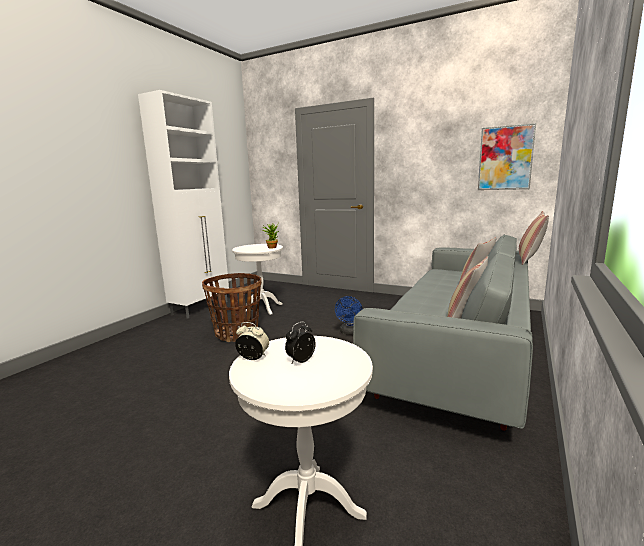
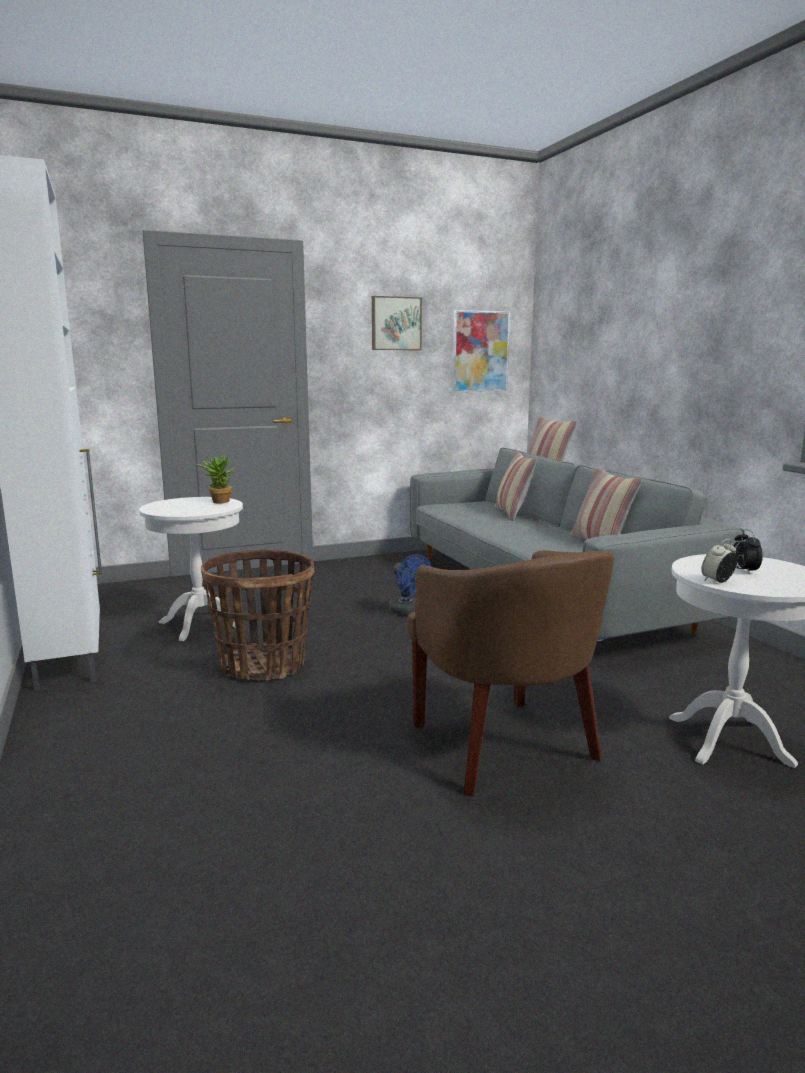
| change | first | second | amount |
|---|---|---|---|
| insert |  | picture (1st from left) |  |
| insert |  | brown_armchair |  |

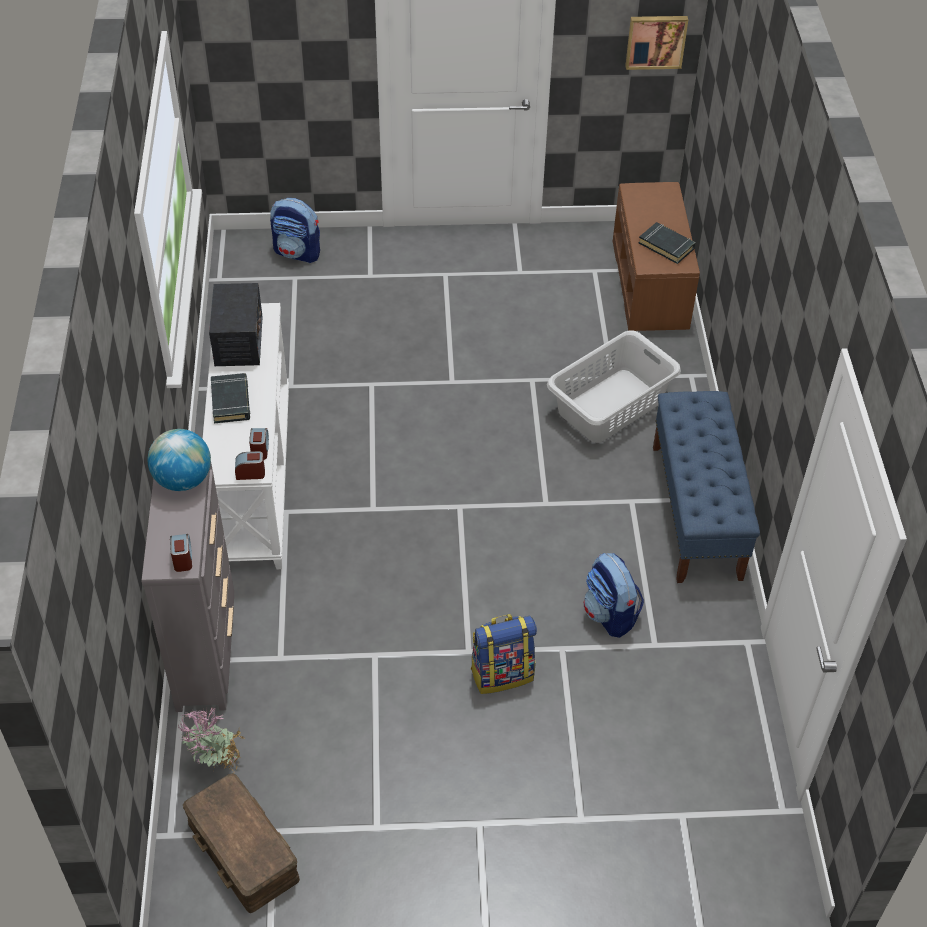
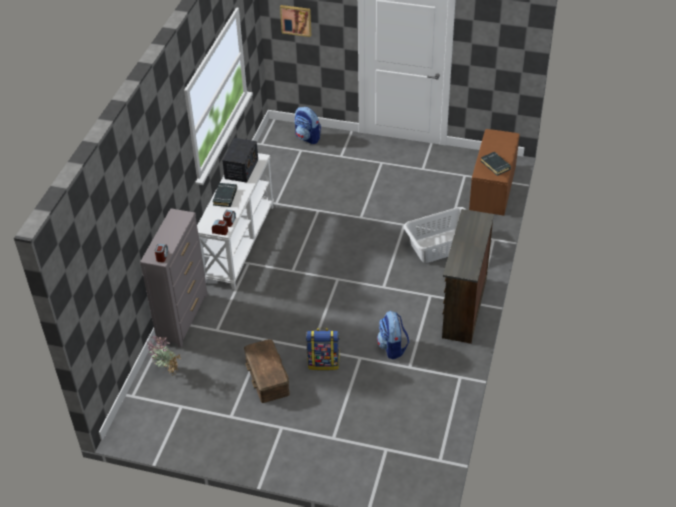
| change | first | second | amount |
|---|---|---|---|
| delete | globe |  |  |
| move | brown_storage_box |  |  |
| move | picture |  |  |
| replace | blue_bench | brown_dresser |  |

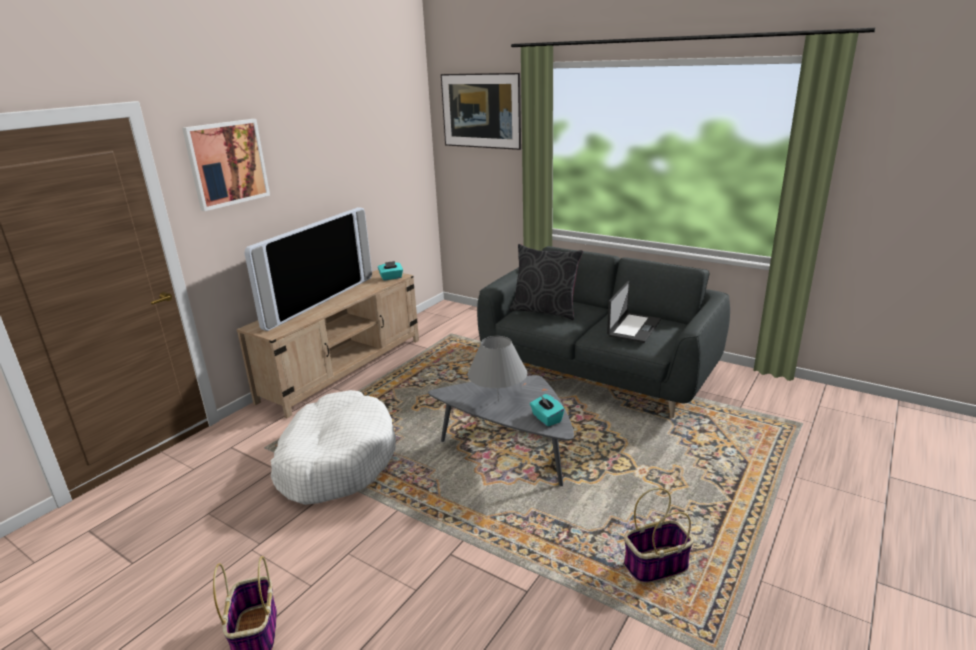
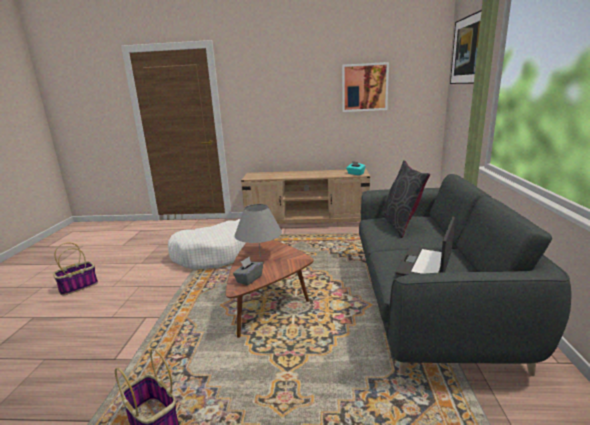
| change | first | second | amount |
|---|---|---|---|
| move | picture (1st from left) |  |  |
| delete | television |  |  |
| recolor | grey_coffee_table | brown_coffee_table |  |
| recolor | turquoise_tissue_box (2nd from left) | grey_tissue_box |  |
| rotate | laptop |  | 120 degrees clockwise |

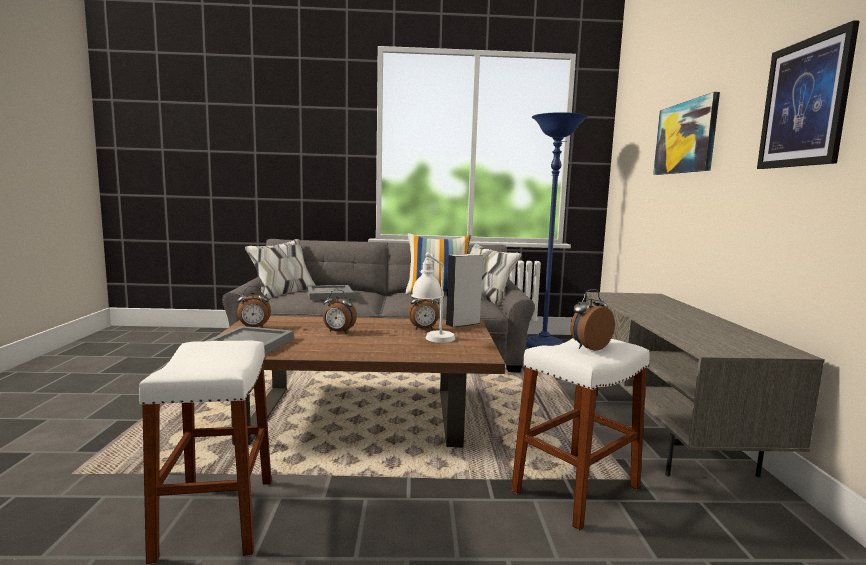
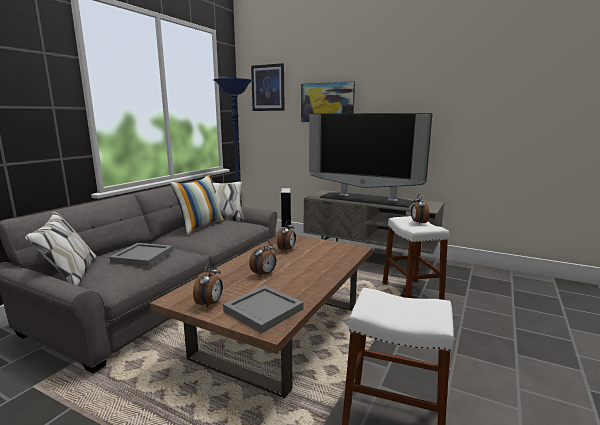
| change | first | second | amount |
|---|---|---|---|
| delete | white_table_lamp |  |  |
| move | picture (2nd from left in the first image) | picture (1st from left) |  |
| insert |  | television |  |

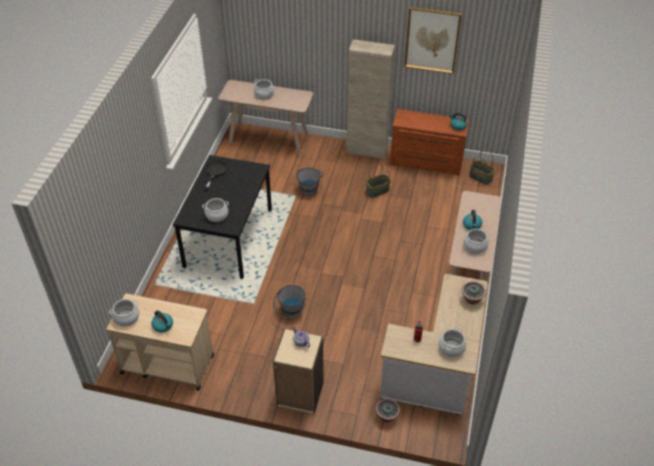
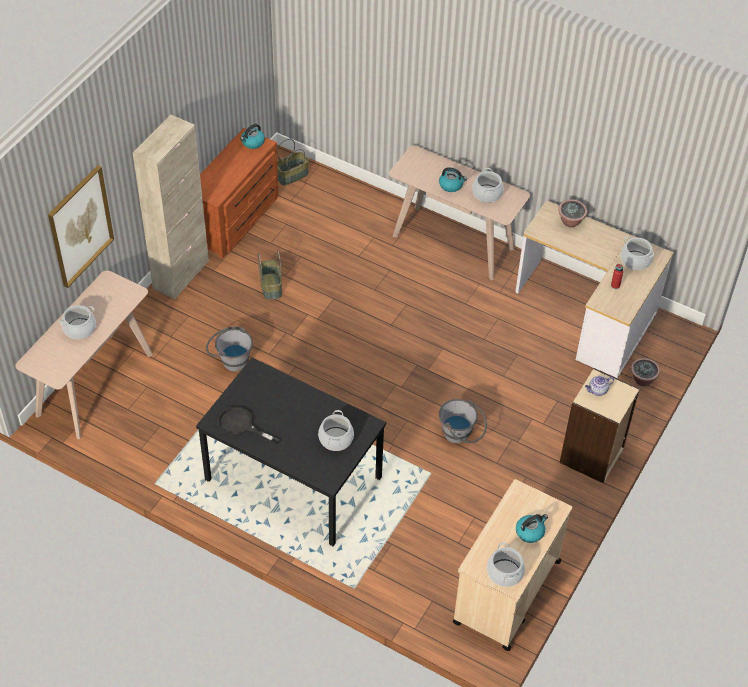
| change | first | second | amount |
|---|---|---|---|
| move | picture |  |  |

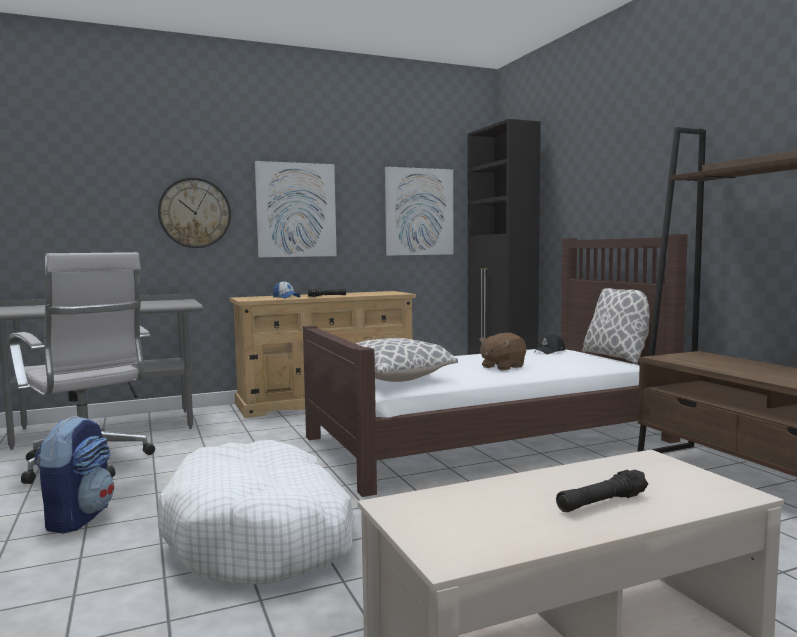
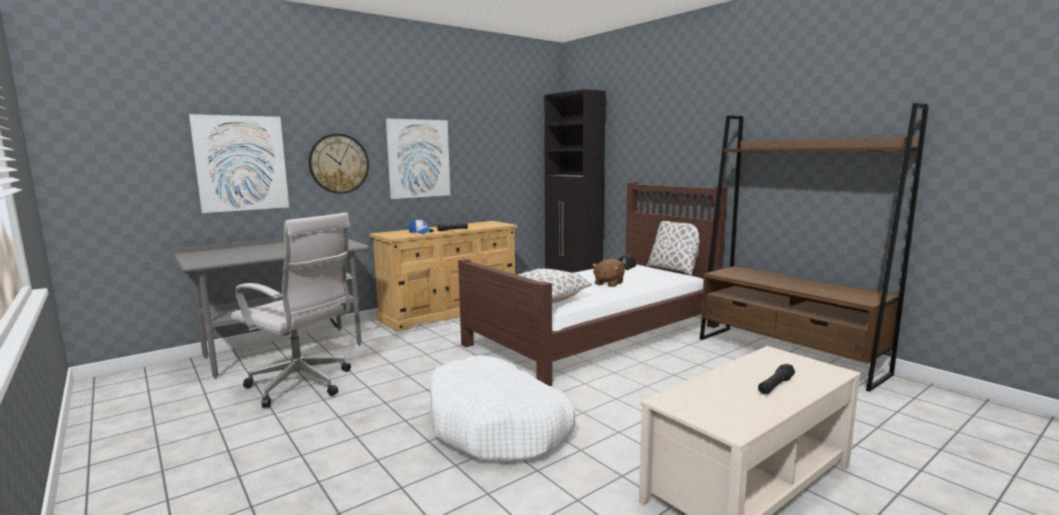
| change | first | second | amount |
|---|---|---|---|
| delete | backpack |  |  |
| move | picture (2nd from left in the first image) | picture (1st from left) |  |

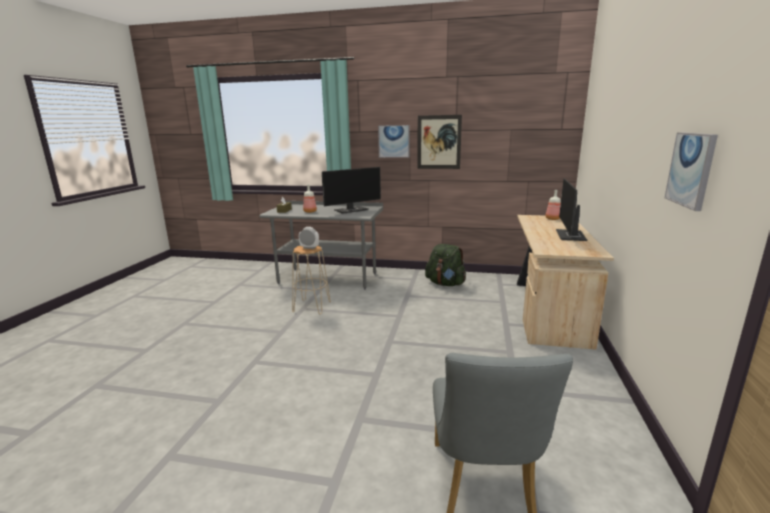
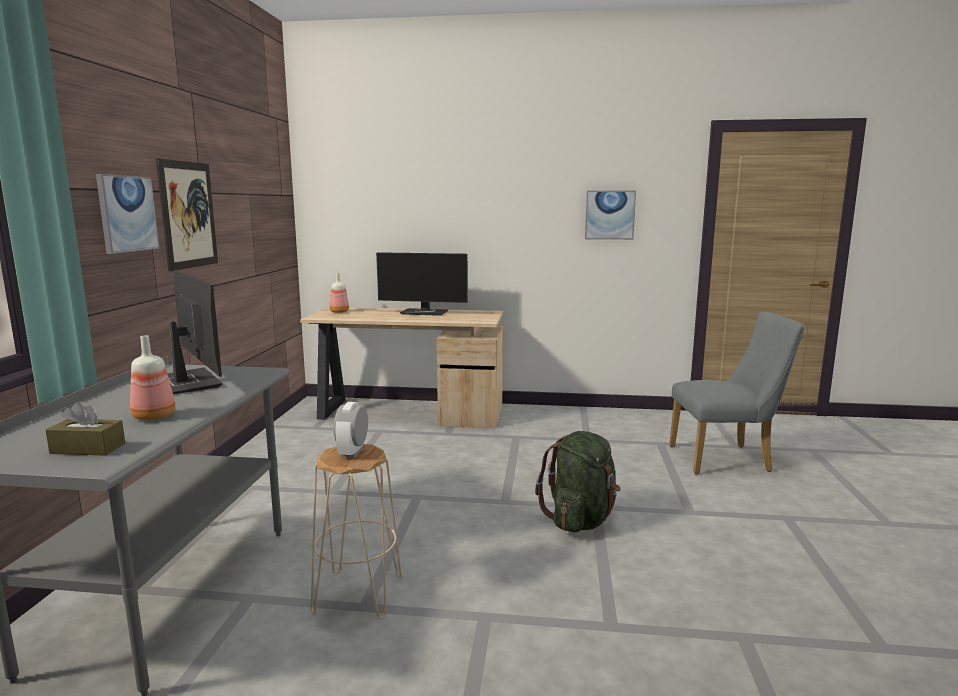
| change | first | second | amount |
|---|---|---|---|
| move | green_backpack |  |  |

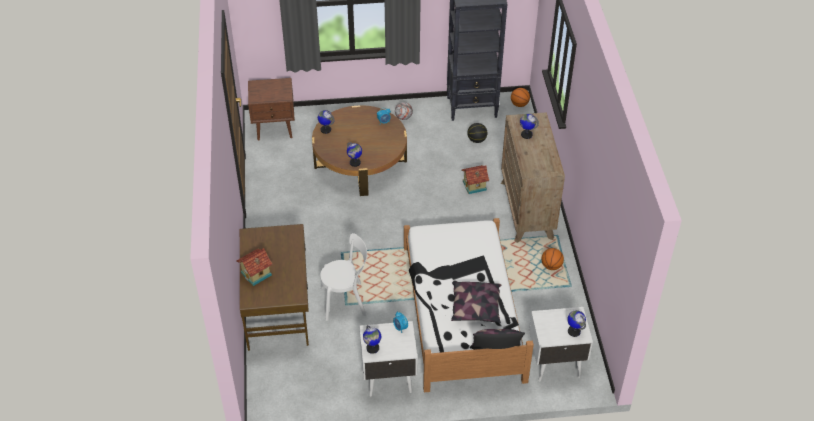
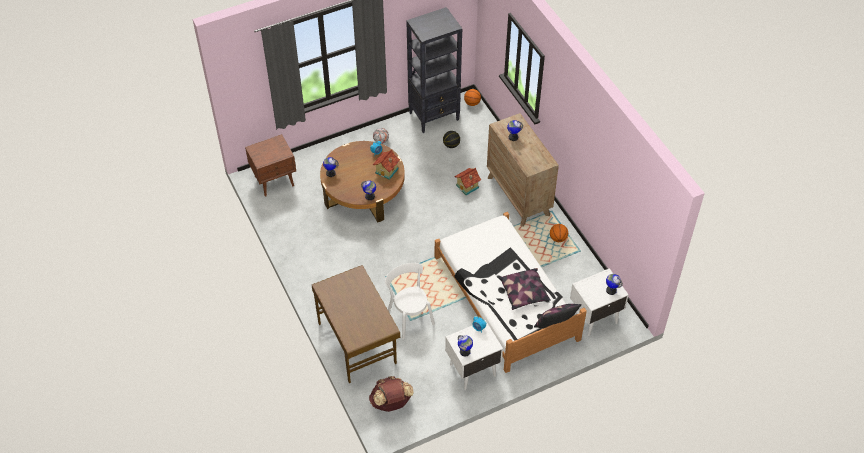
| change | first | second | amount |
|---|---|---|---|
| move | toy_house (1st from left) |  |  |
| rotate | white_chair |  | 90 degrees counterclockwise |
| insert |  | brown_backpack |  |

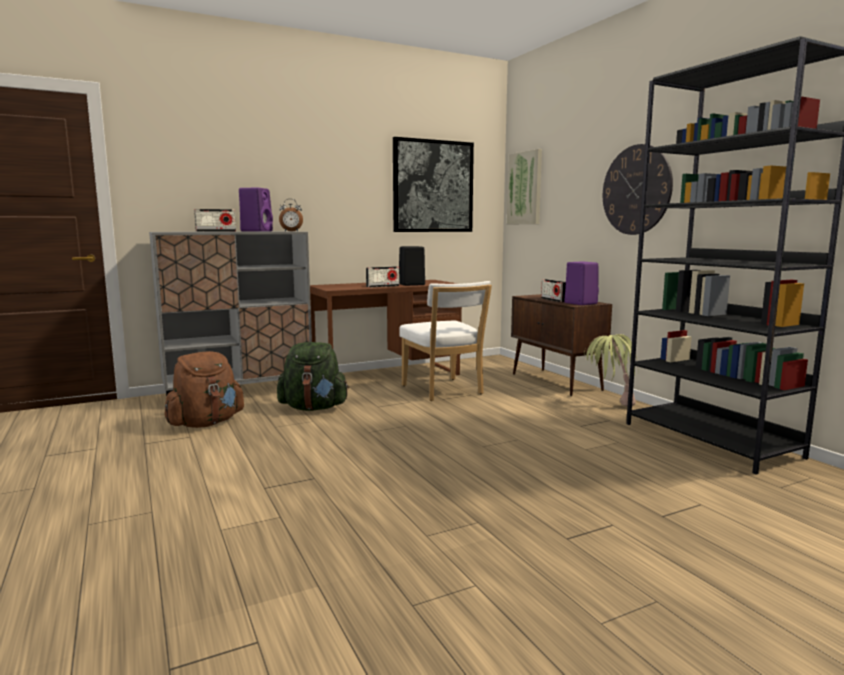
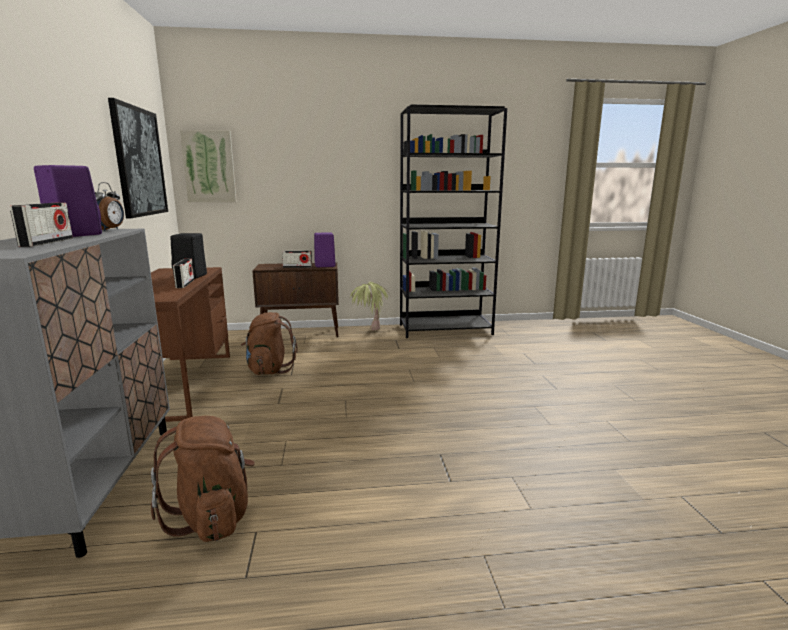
| change | first | second | amount |
|---|---|---|---|
| delete | green_backpack |  |  |
| replace | white_chair | brown_backpack (2nd from left) |  |
| delete | wall_clock |  |  |

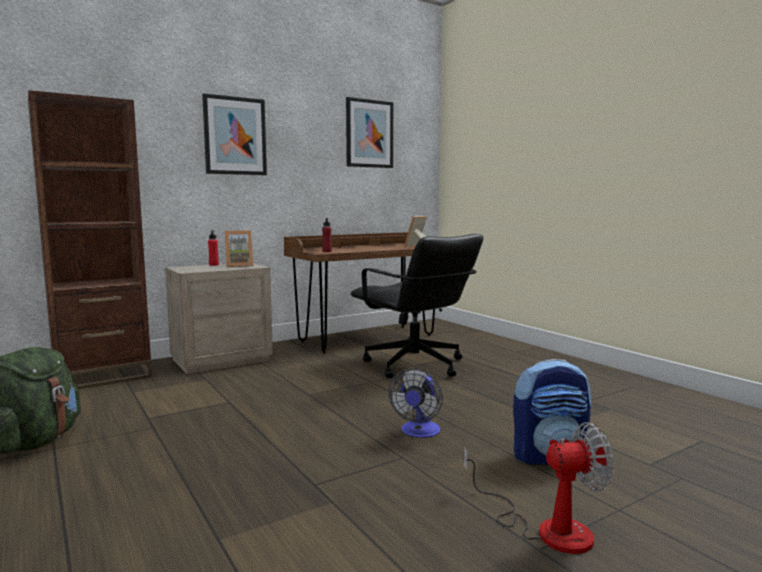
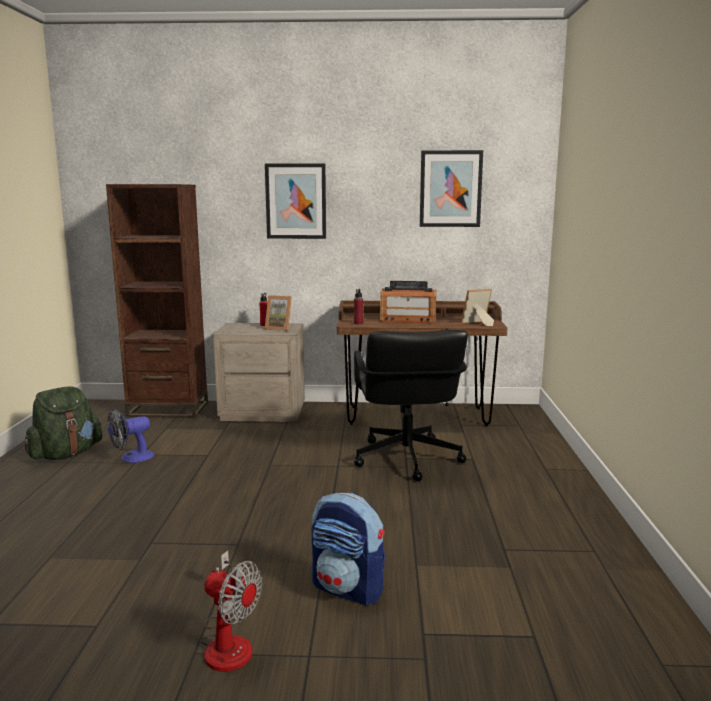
| change | first | second | amount |
|---|---|---|---|
| move | fan (1st from left) |  |  |
| insert |  | radio |  |

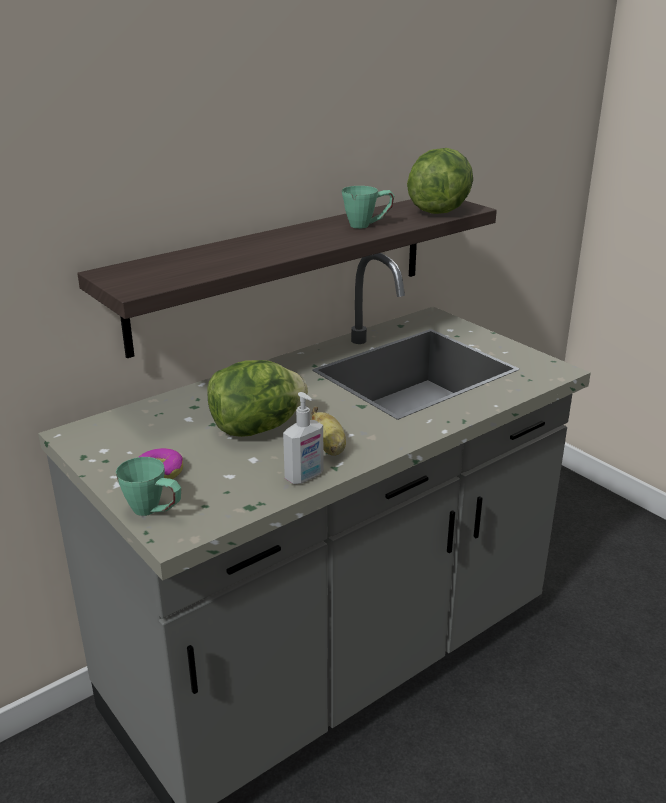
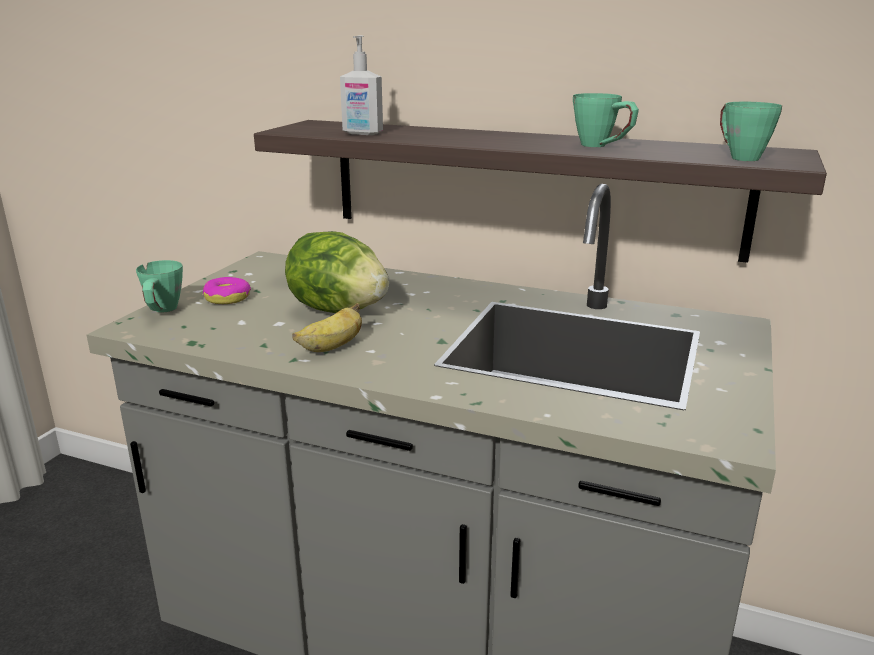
| change | first | second | amount |
|---|---|---|---|
| move | soap_dispenser |  |  |
| replace | lettuce (2nd from left) | green_mug (3rd from left) |  |

